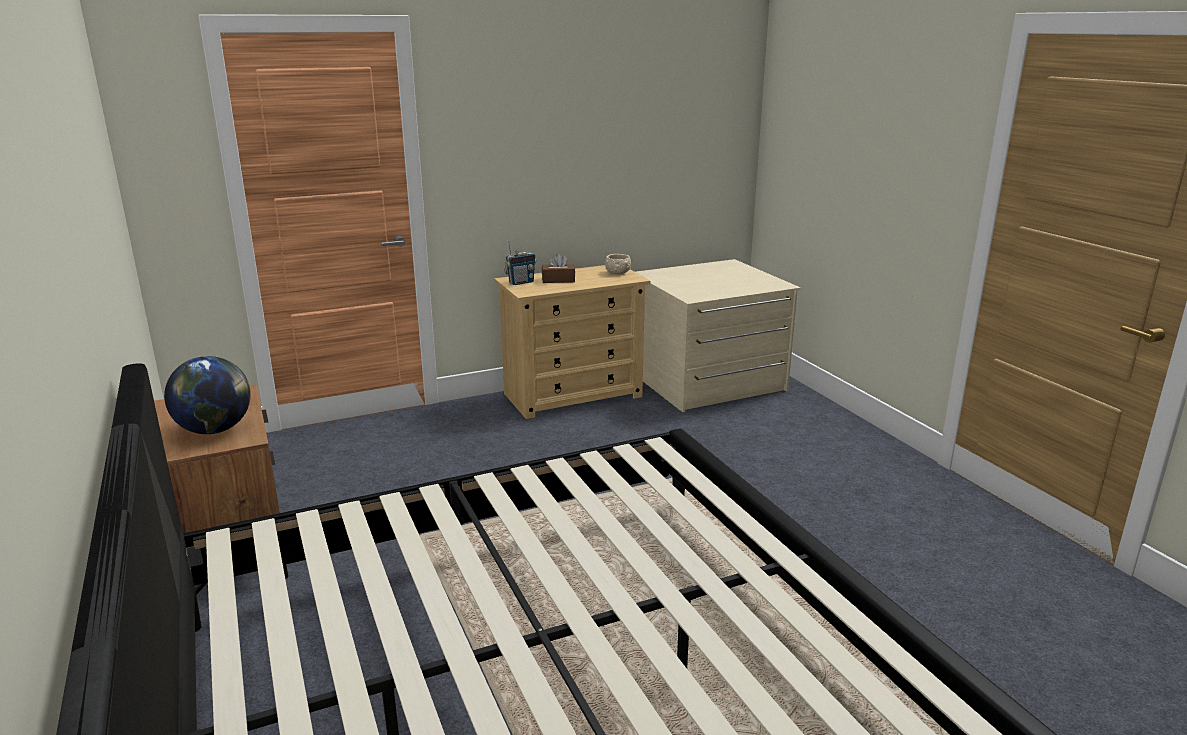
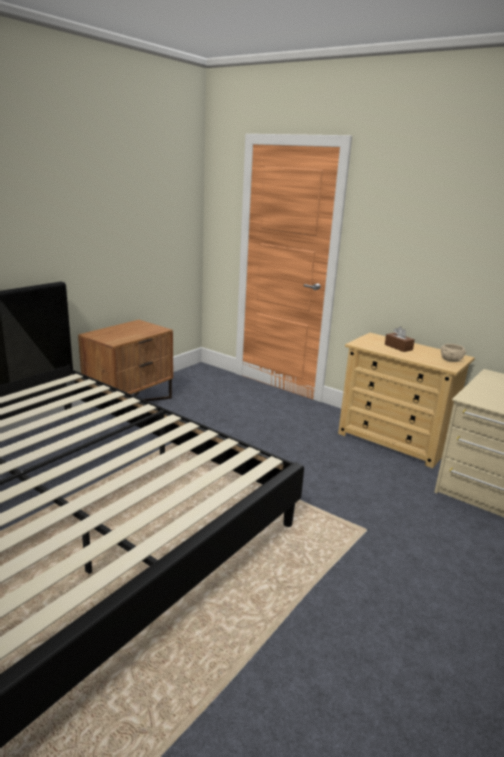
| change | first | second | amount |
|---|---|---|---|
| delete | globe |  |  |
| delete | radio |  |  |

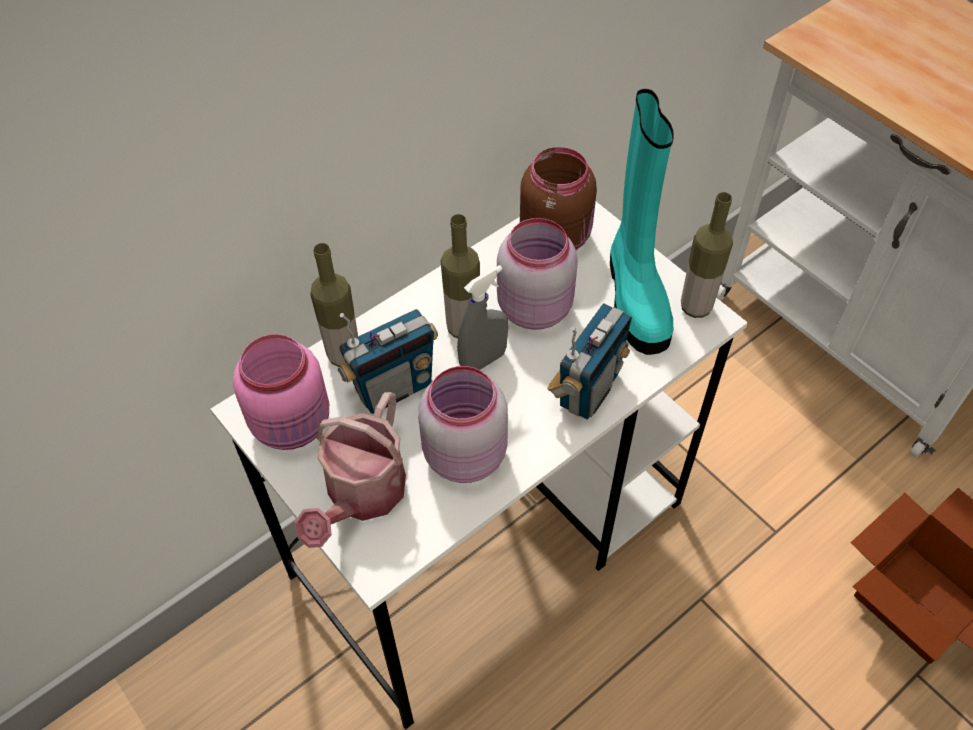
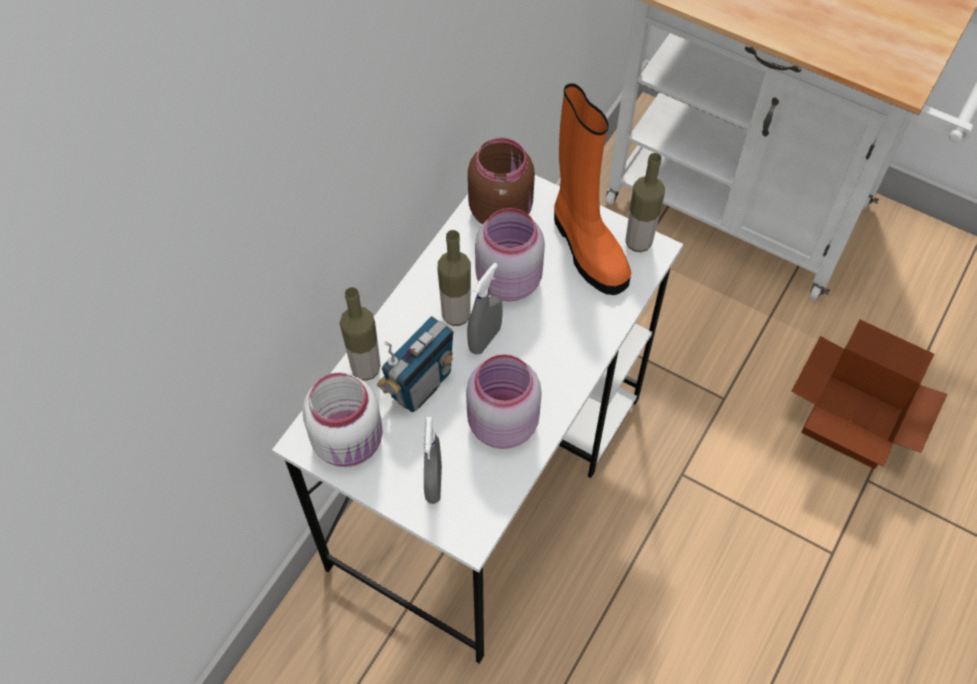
| change | first | second | amount |
|---|---|---|---|
| recolor | pink_jar (1st from left) | white_jar |  |
| replace | watering_can | grey_spray_bottle (1st from left) |  |
| delete | radio (2nd from left) |  |  |
| recolor | turquoise_boot | orange_boot |  |

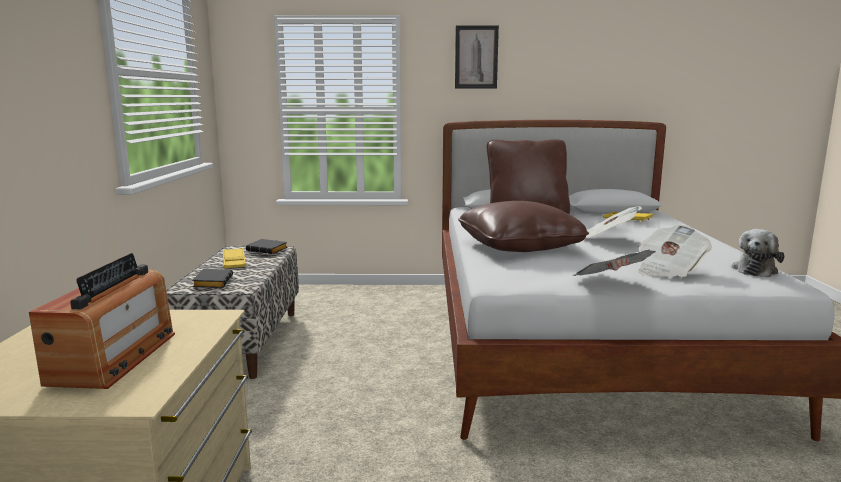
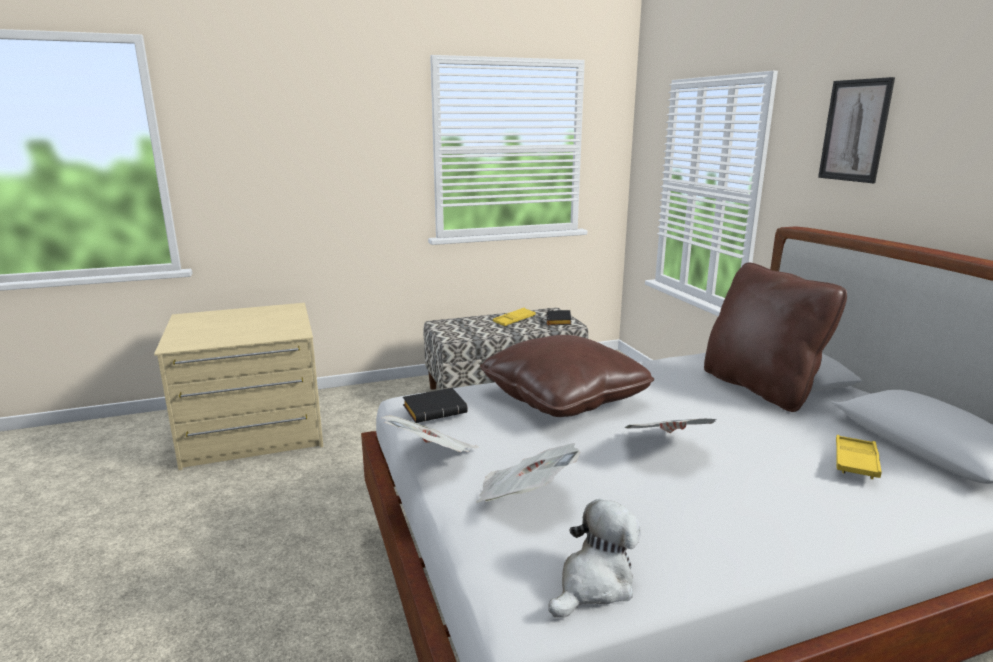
| change | first | second | amount |
|---|---|---|---|
| delete | radio |  |  |
| move | black_book (1st from left) |  |  |
| rotate | plush_toy |  | 120 degrees clockwise |

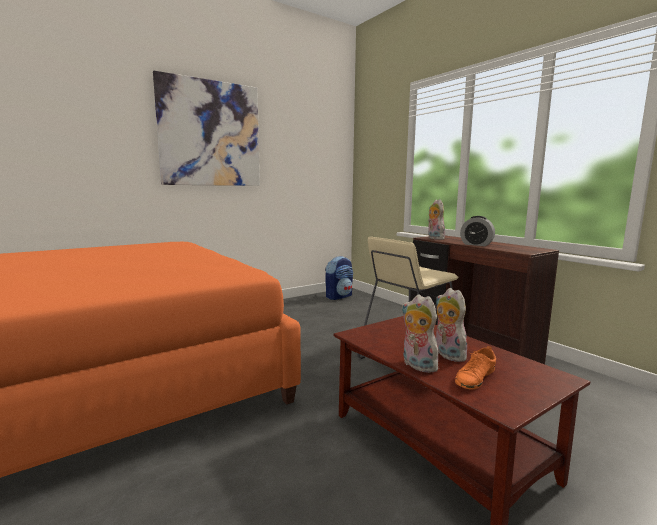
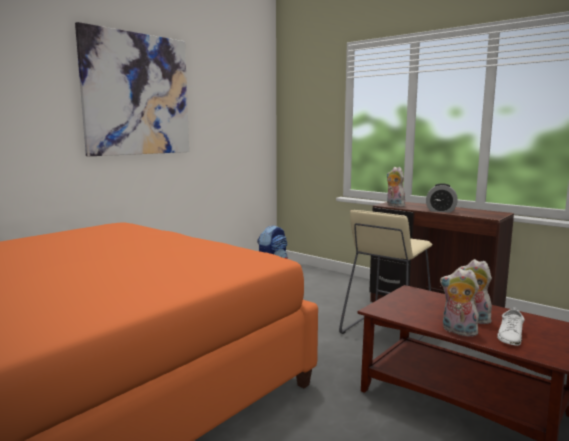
| change | first | second | amount |
|---|---|---|---|
| recolor | orange_shoe | white_shoe |  |

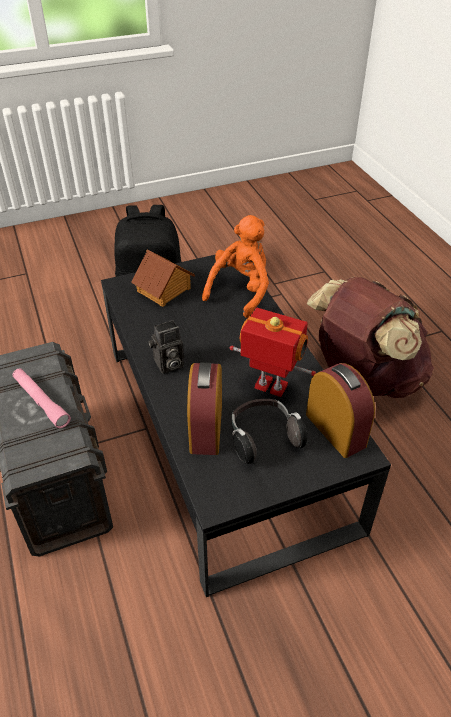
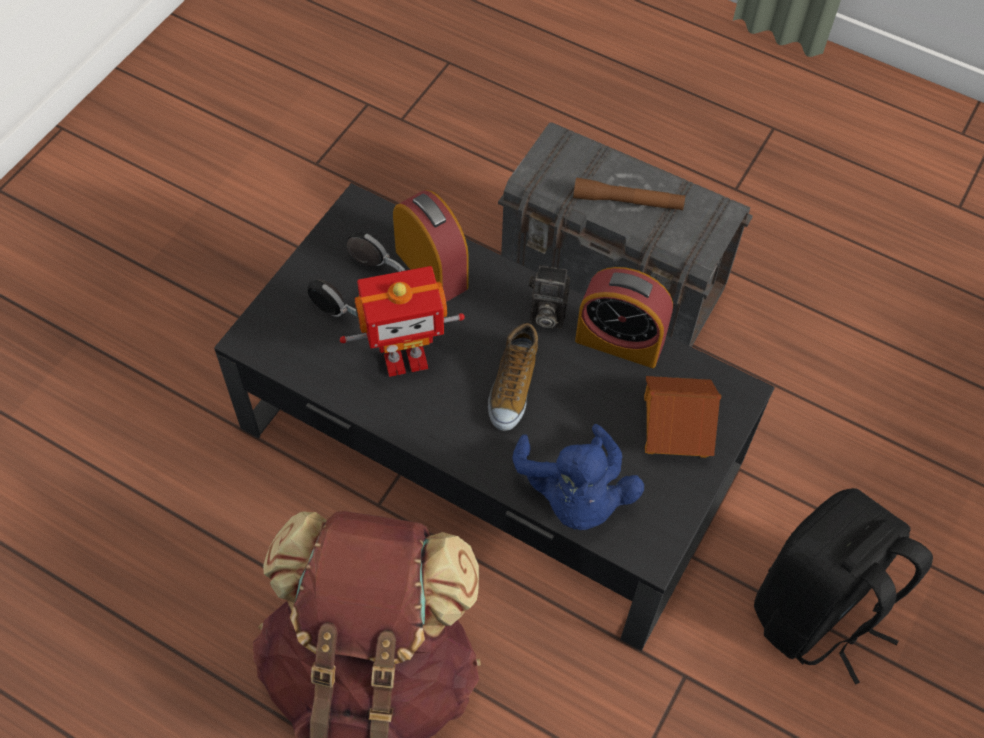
| change | first | second | amount |
|---|---|---|---|
| recolor | pink_flashlight | brown_flashlight |  |
| rotate | photo_camera |  | 105 degrees counterclockwise |
| recolor | orange_plush_toy | blue_plush_toy |  |
| move | alarm_clock (2nd from left) |  |  |
| insert |  | shoe |  |

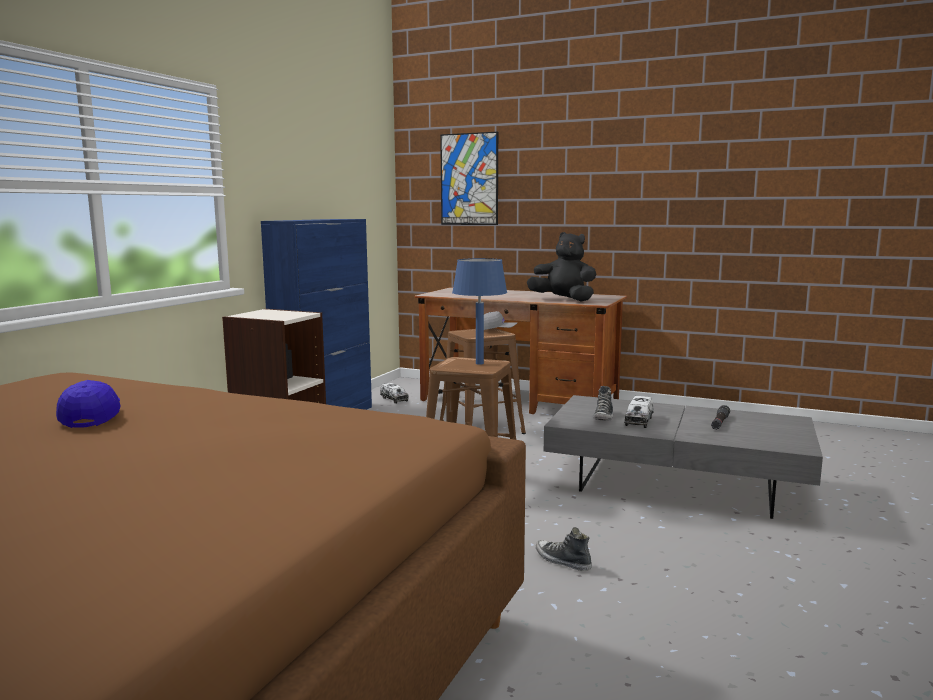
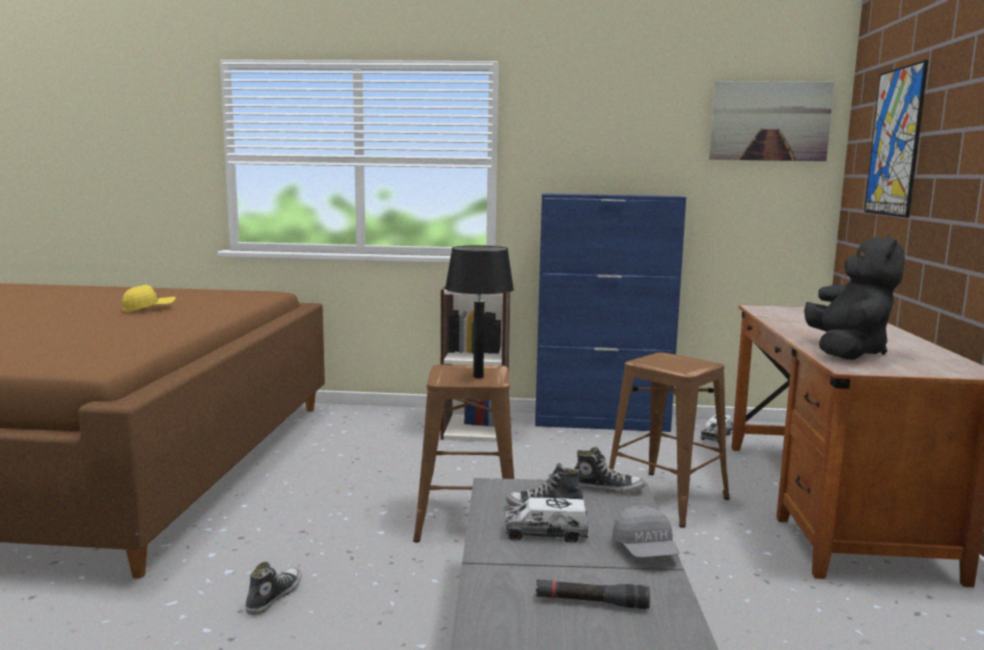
| change | first | second | amount |
|---|---|---|---|
| recolor | blue_cap | yellow_cap |  |
| recolor | blue_table_lamp | black_table_lamp |  |
| move | grey_cap |  |  |
| insert |  | shoe (3rd from left) |  |
| insert |  | picture (1st from left) |  |

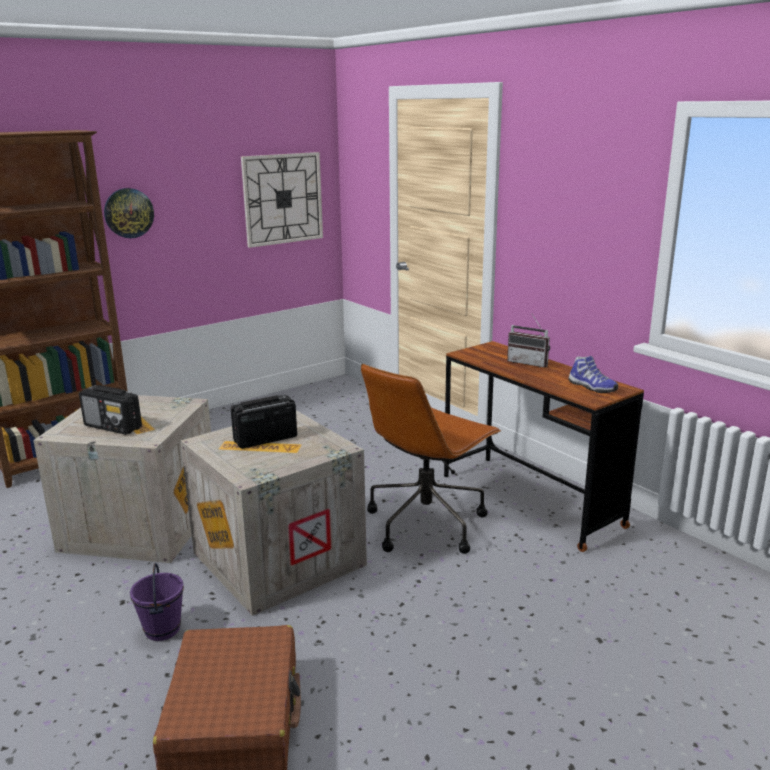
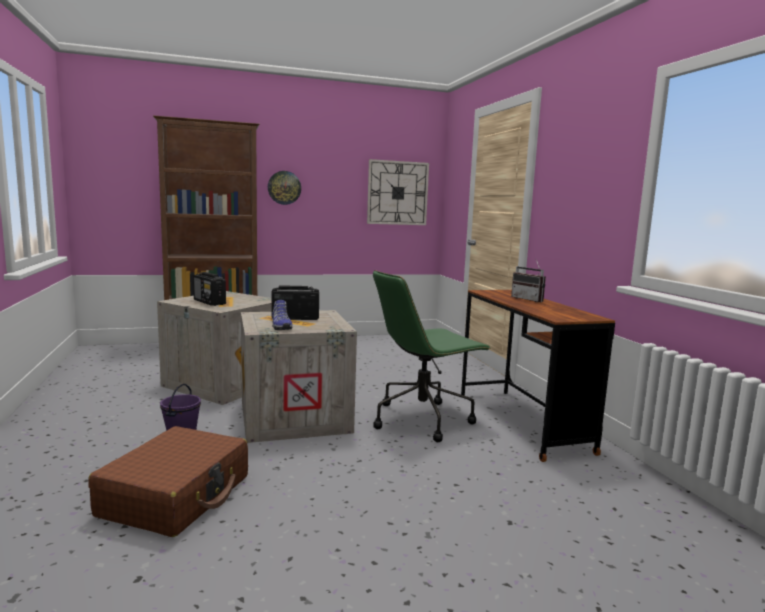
| change | first | second | amount |
|---|---|---|---|
| recolor | brown_office_chair | green_office_chair |  |
| move | shoe |  |  |

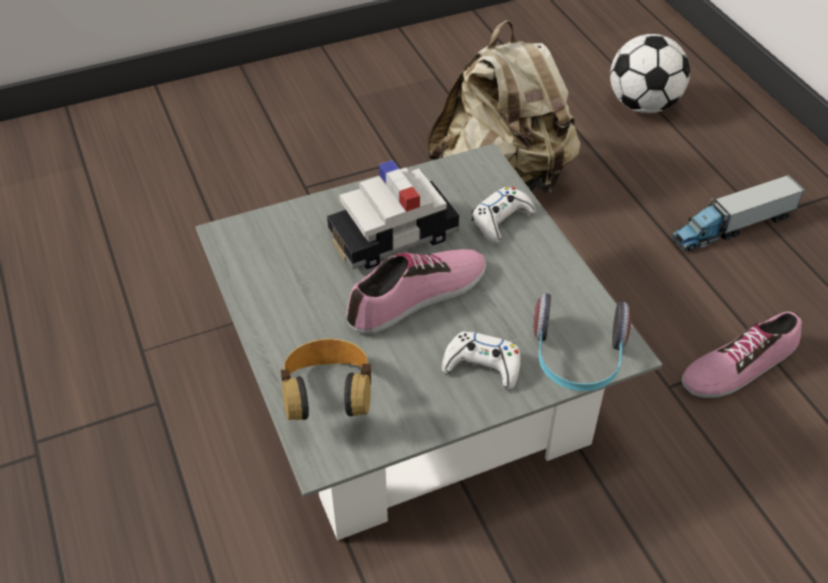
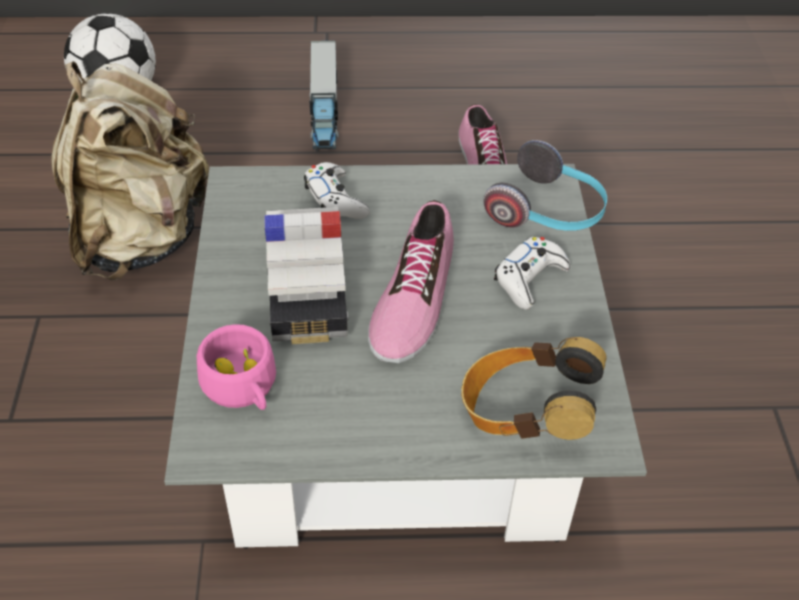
| change | first | second | amount |
|---|---|---|---|
| rotate | shoe (1st from left) |  | 150 degrees counterclockwise |
| insert |  | pink_cup |  |

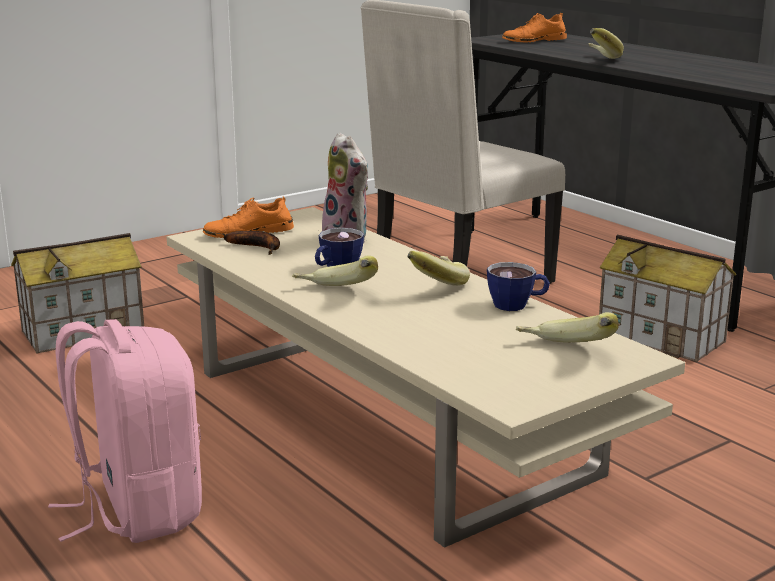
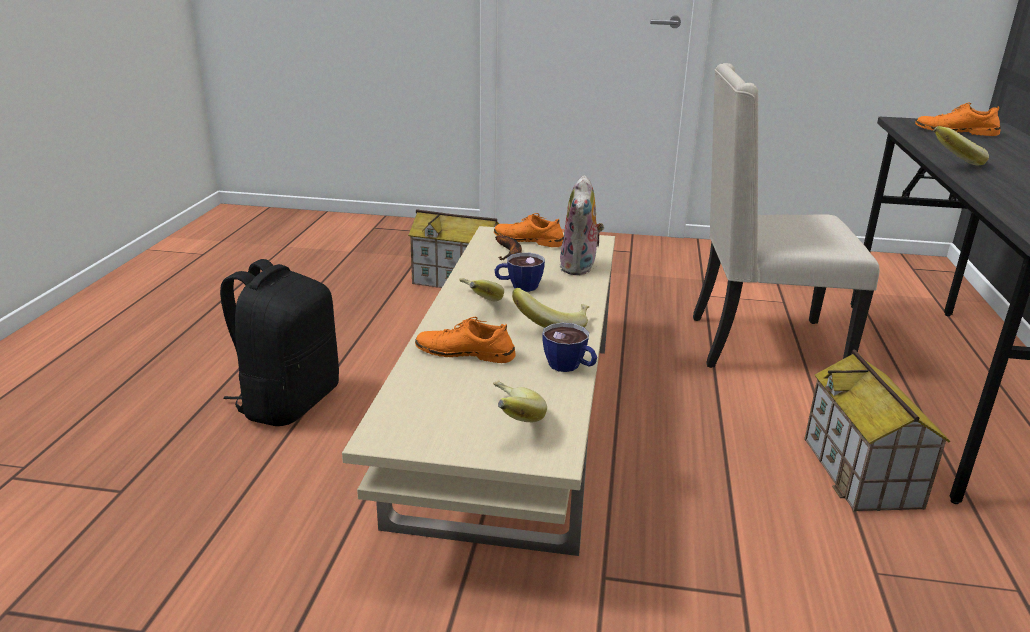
| change | first | second | amount |
|---|---|---|---|
| recolor | pink_backpack | black_backpack |  |
| insert |  | orange_shoe (1st from left) |  |

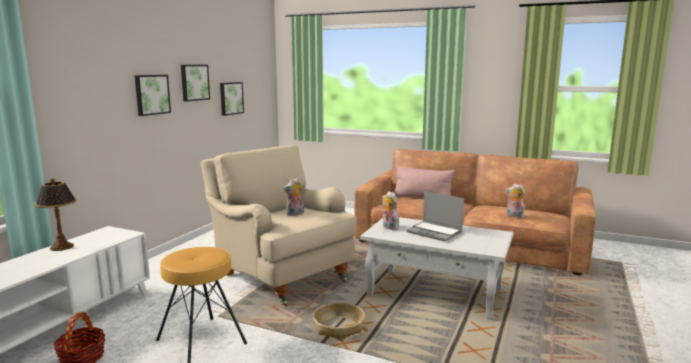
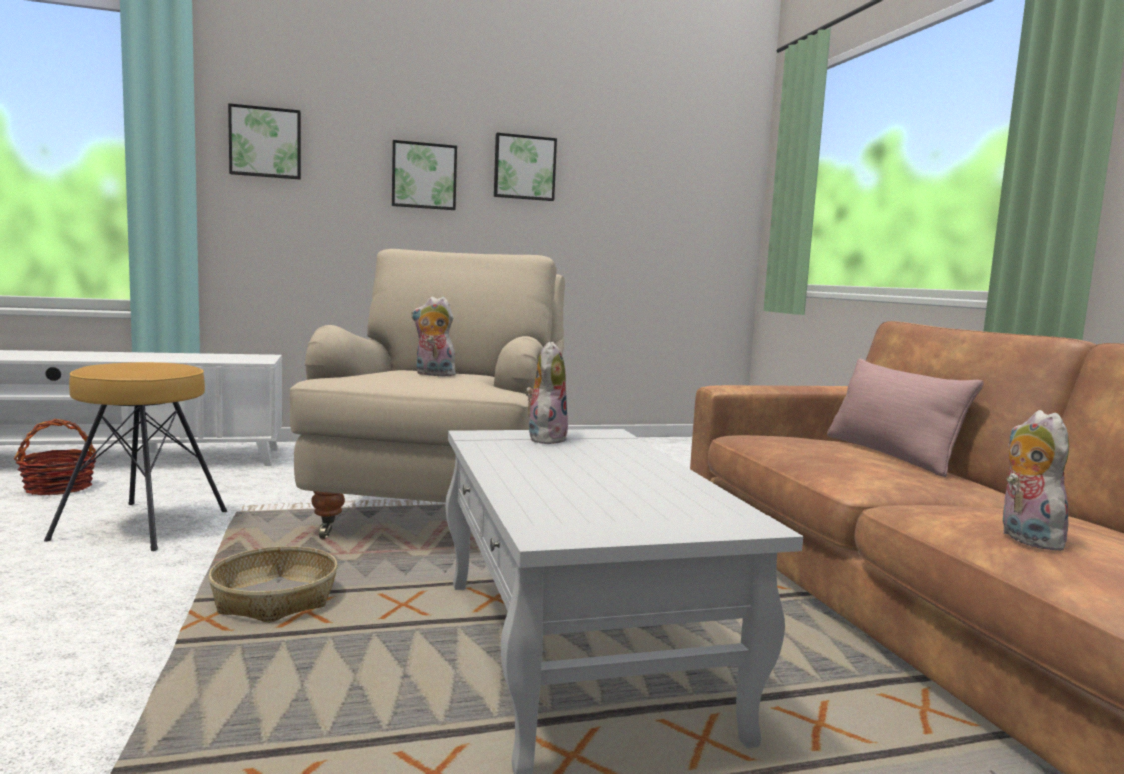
| change | first | second | amount |
|---|---|---|---|
| delete | table_lamp |  |  |
| move | picture (3rd from left in the first image) | picture (1st from left) |  |
| delete | laptop |  |  |

